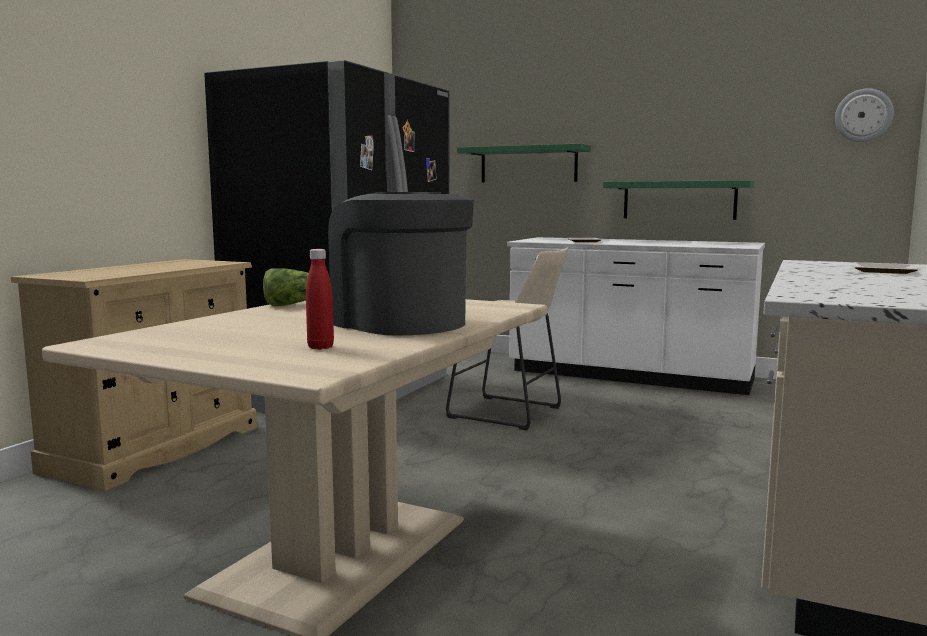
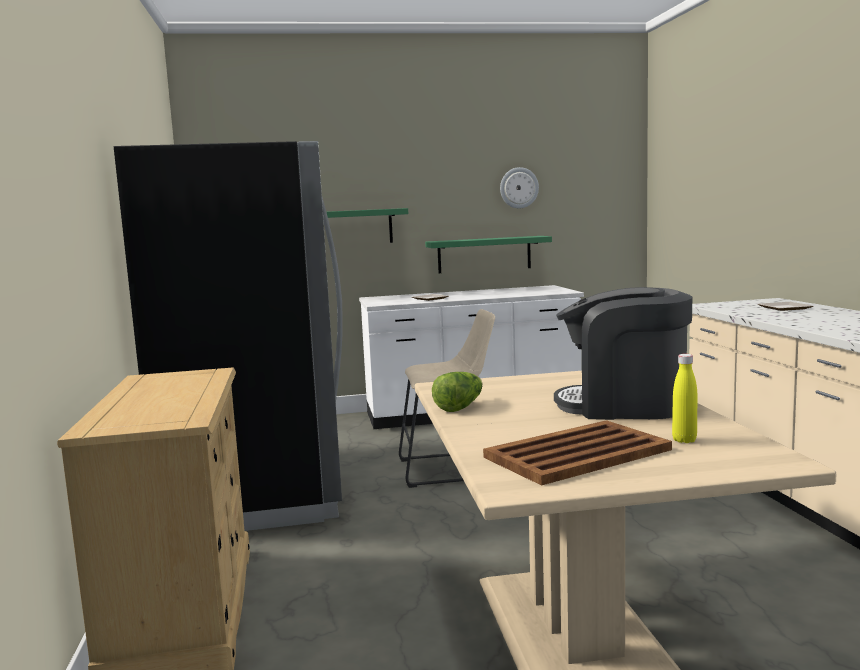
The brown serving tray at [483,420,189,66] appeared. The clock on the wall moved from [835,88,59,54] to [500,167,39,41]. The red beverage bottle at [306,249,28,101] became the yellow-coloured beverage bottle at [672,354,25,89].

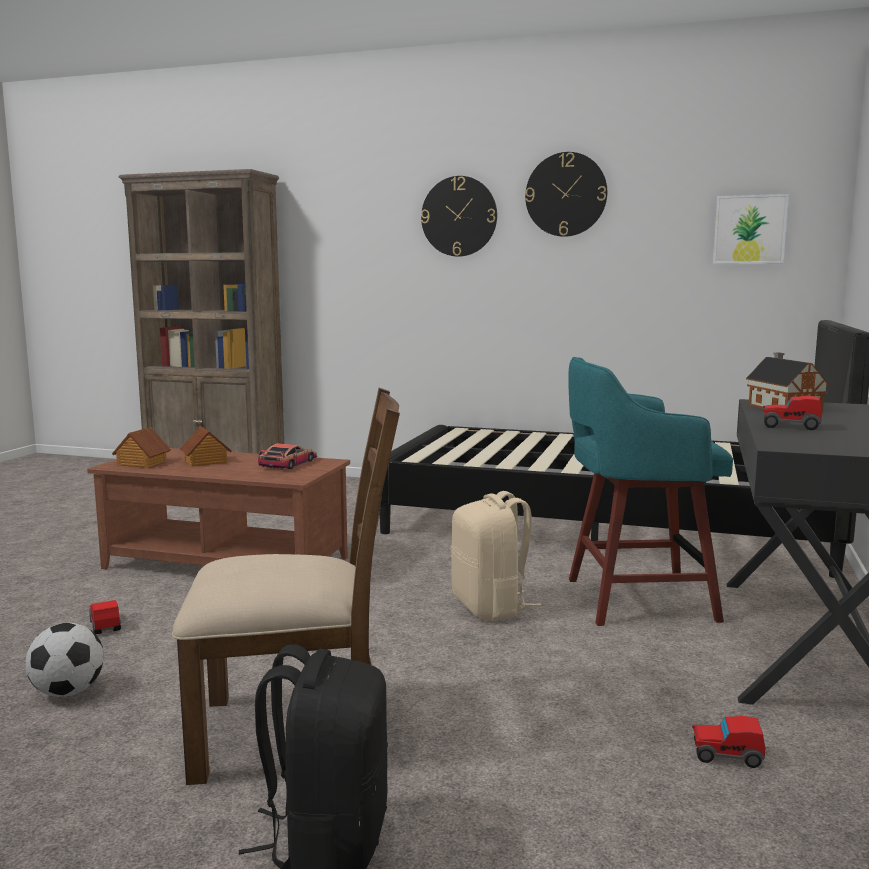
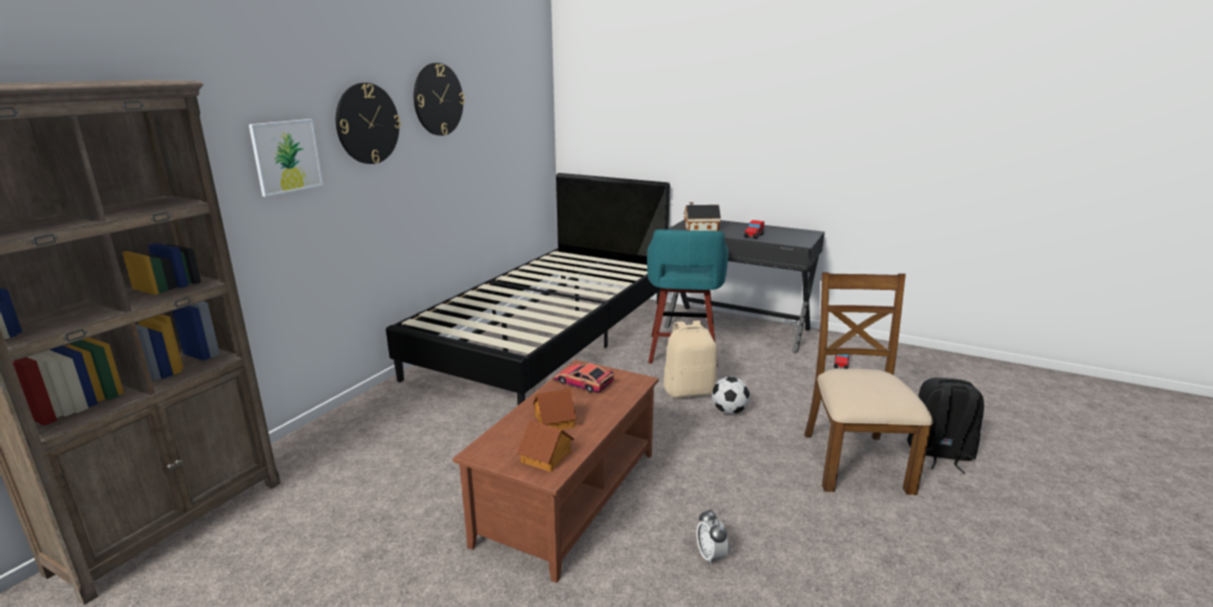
The wall art moved from [713,194,76,70] to [249,119,74,78]. The miniature car at [89,600,32,34] was replaced by the bedside clock at [696,510,33,55]. The football moved from [25,623,79,74] to [712,377,38,37].

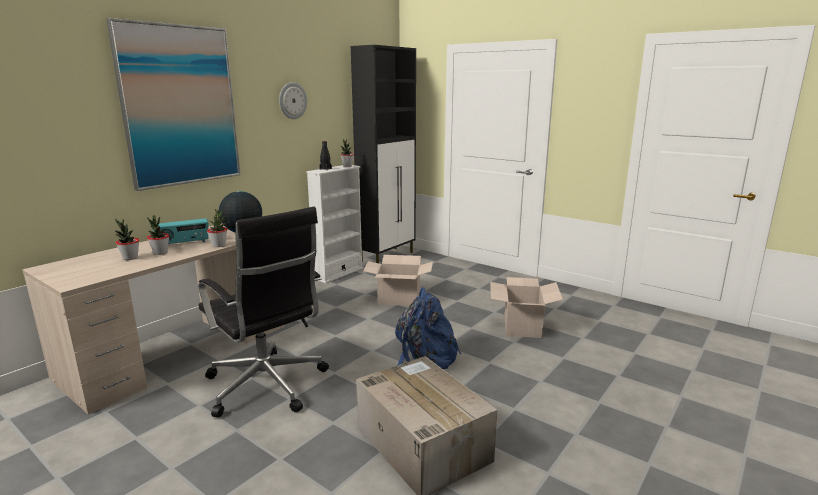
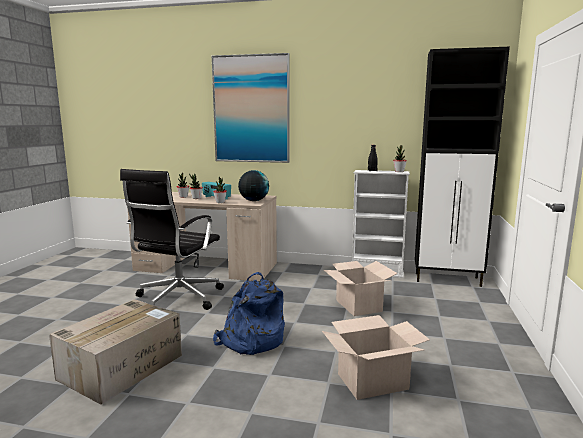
The clock on the wall at [279,82,28,37] disappeared.

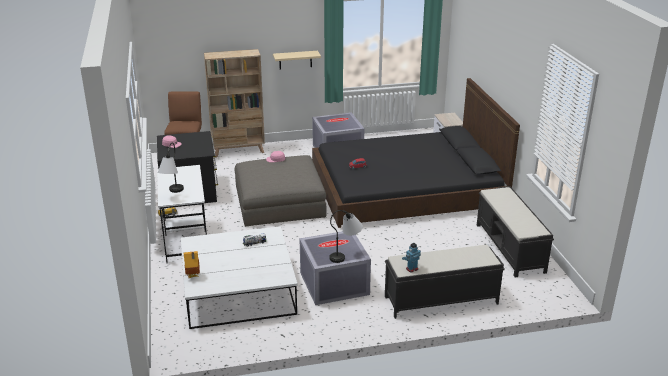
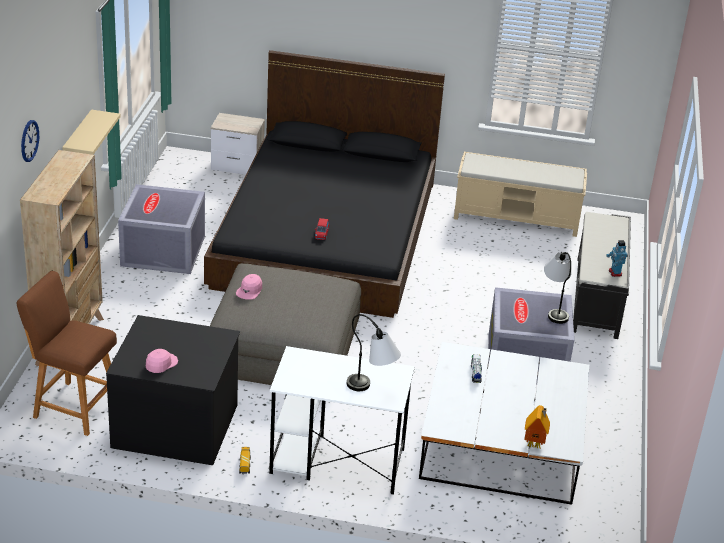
The clock on the wall at [21,120,18,42] appeared. The blackish indoor bench at [477,186,77,92] became the beige indoor bench at [454,152,133,85].

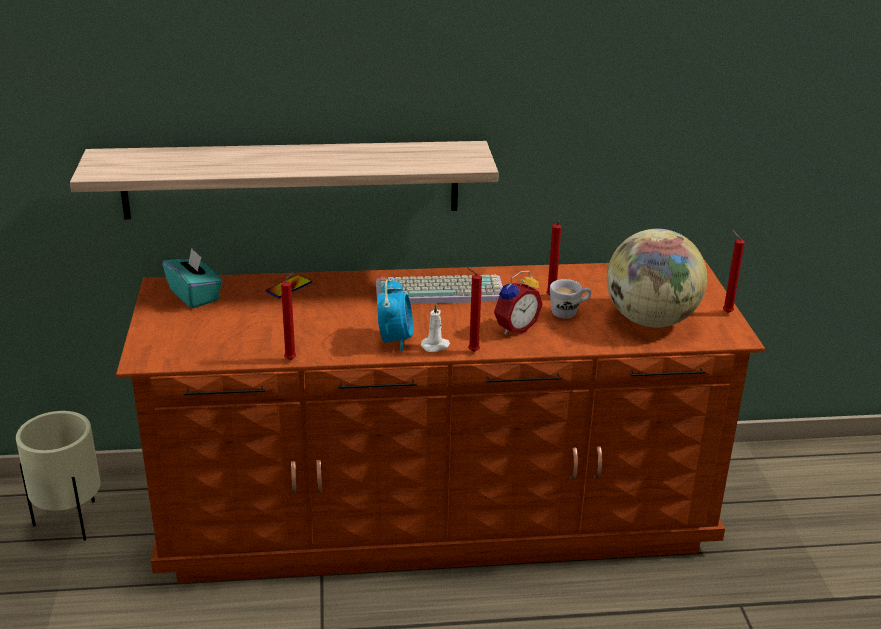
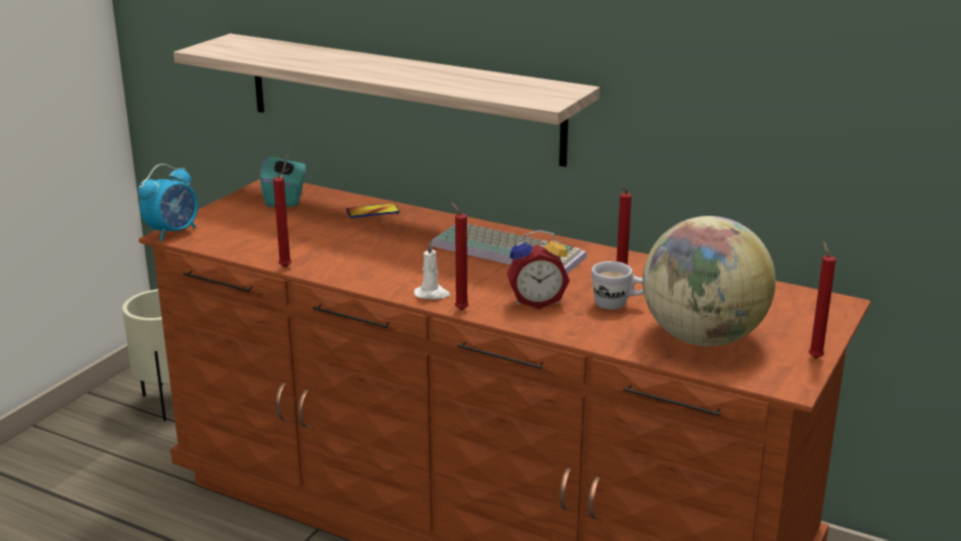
The bedside clock moved from [377,278,36,74] to [138,164,60,78].

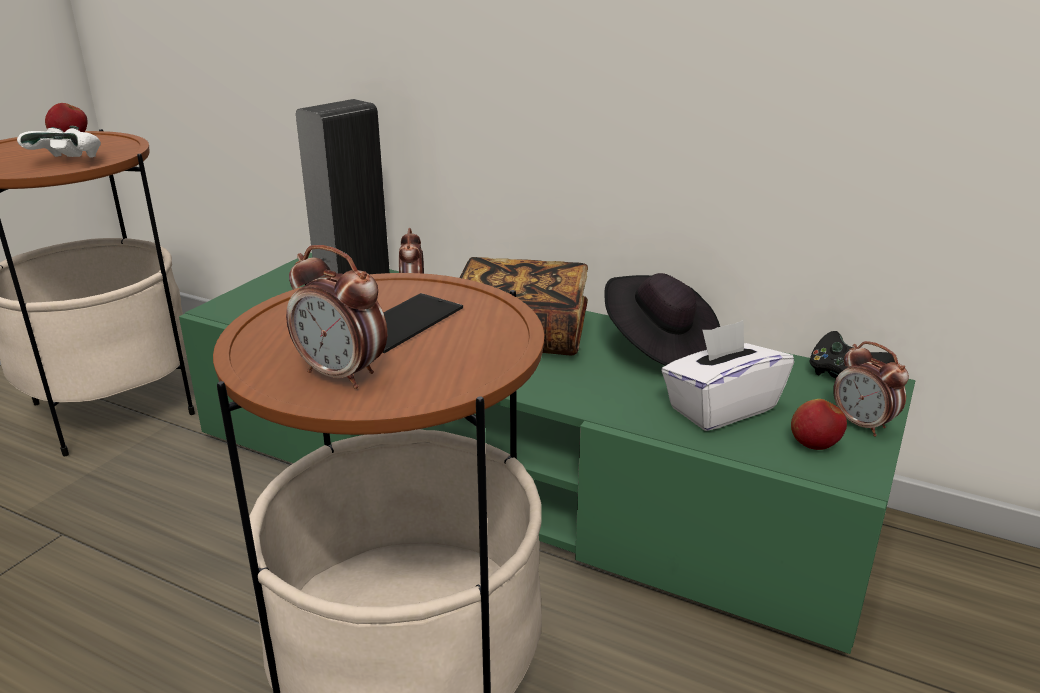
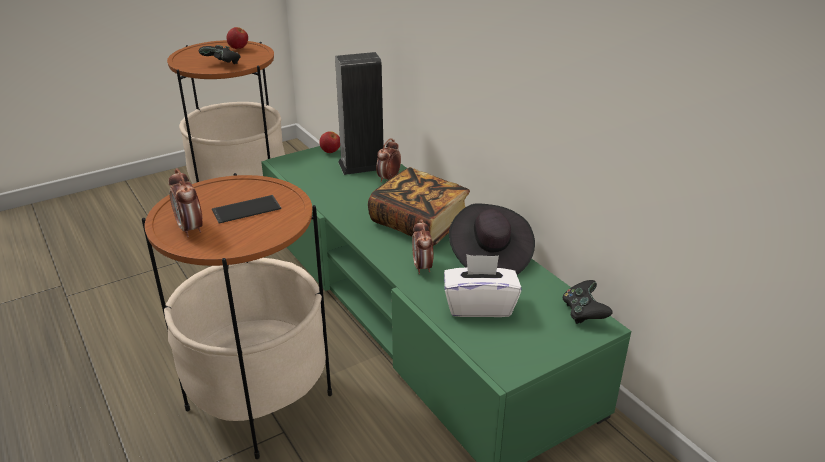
The white-coloured game controller at [17,126,84,32] became the blackish game controller at [199,45,42,19]. The whole apple moved from [791,399,56,51] to [319,131,21,22]. The bedside clock moved from [833,341,76,96] to [412,219,21,56].

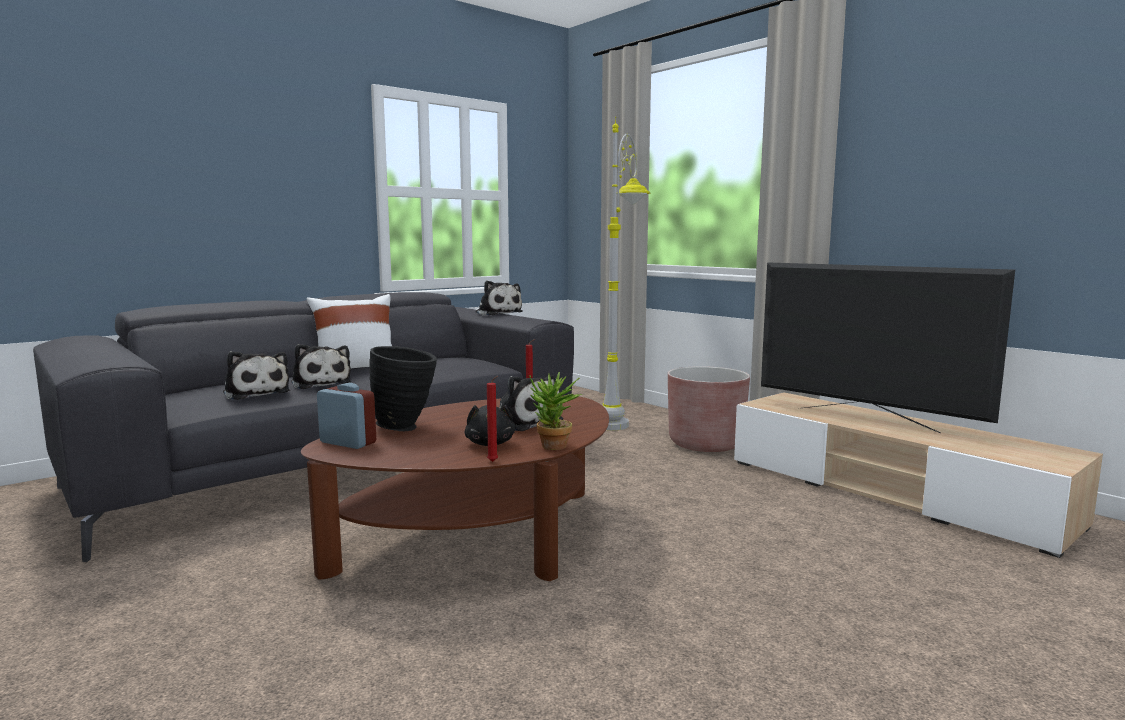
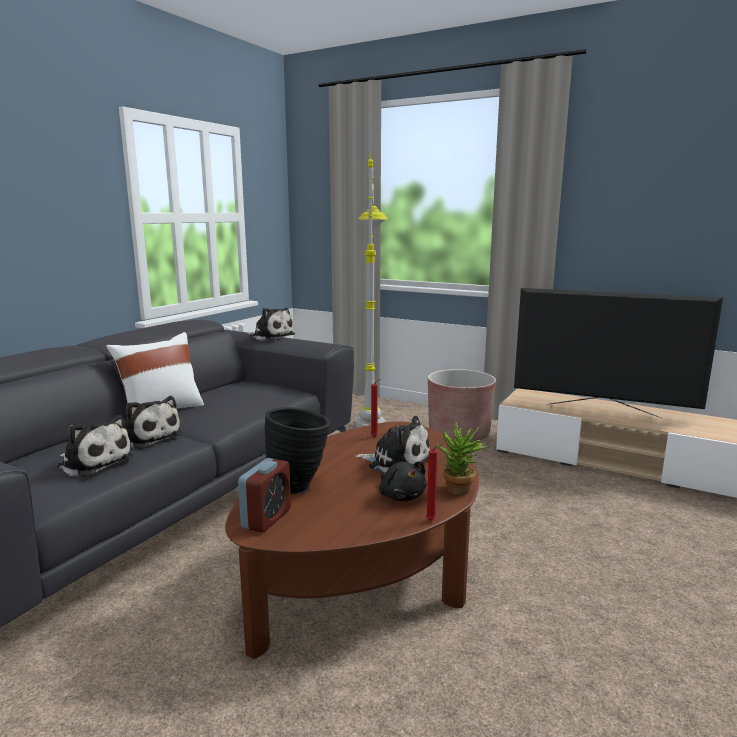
The bedside clock at [317,383,59,66] turned 105 degrees clockwise.

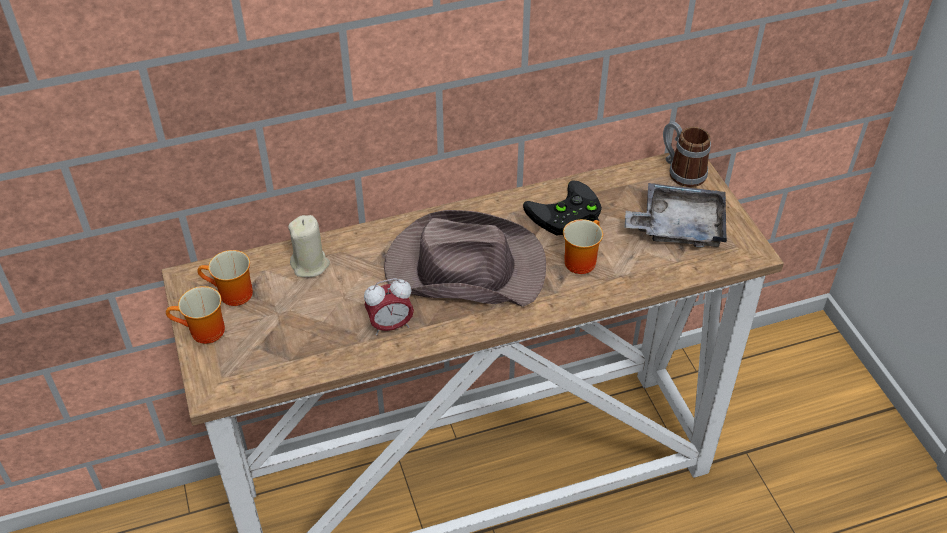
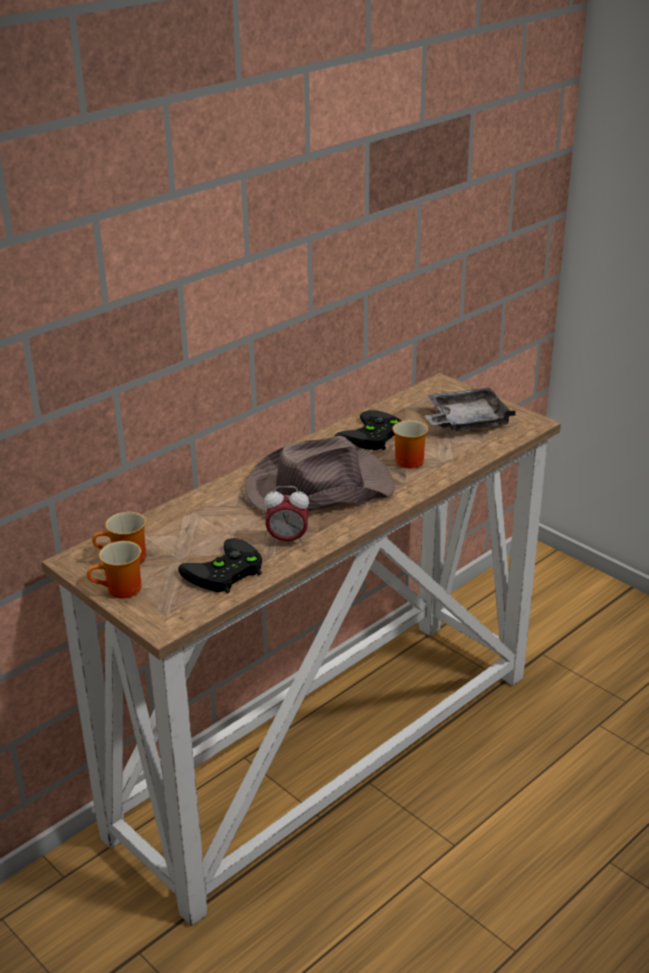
The blackish game controller at [178,538,84,55] appeared. The bedside clock at [364,278,50,57] turned 45 degrees clockwise. The beige wax candle at [288,215,42,62] disappeared. The coffee mug at [663,122,48,65] disappeared.

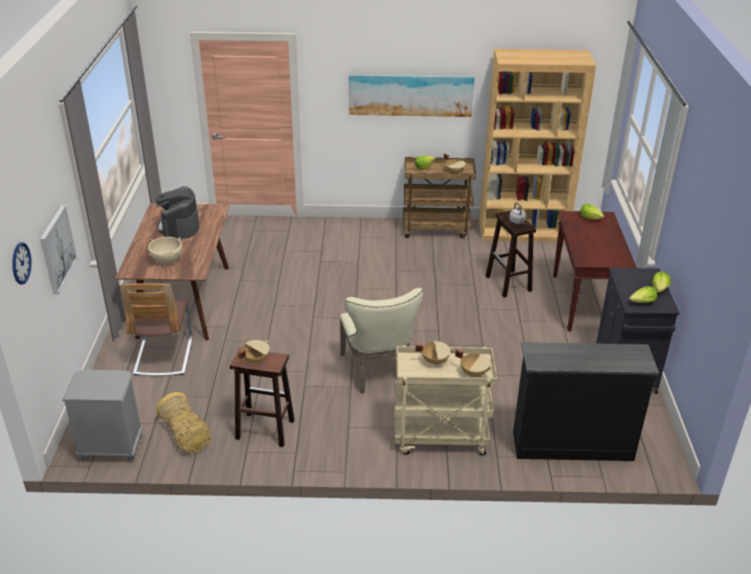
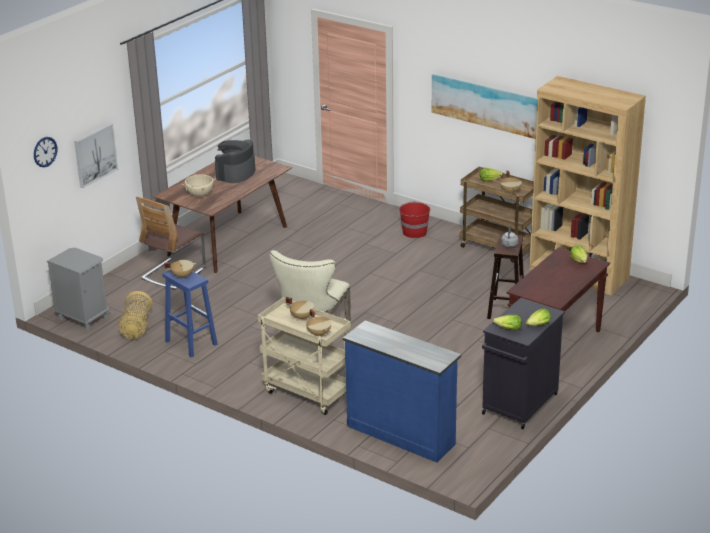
The brown sitting stool at [230,347,65,100] became the bluish sitting stool at [163,270,54,88]. The blackish dresser at [513,342,146,119] became the bluish dresser at [343,320,118,143]. The red pail at [398,201,32,37] appeared.

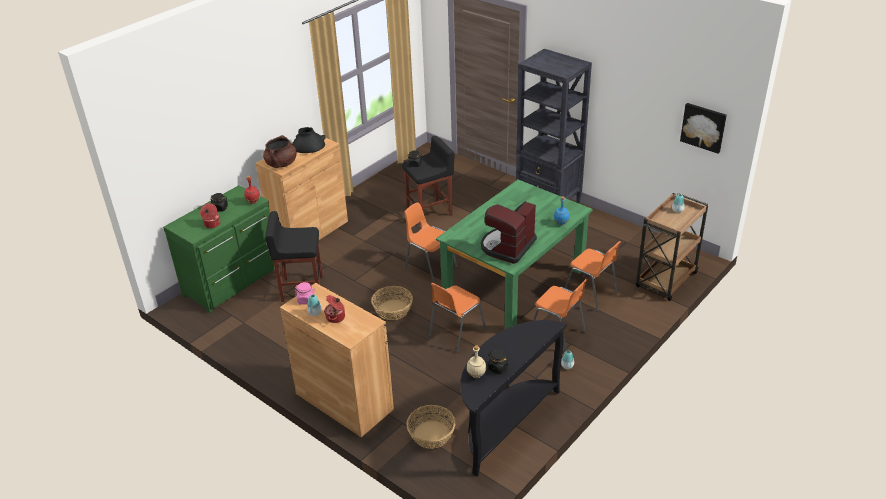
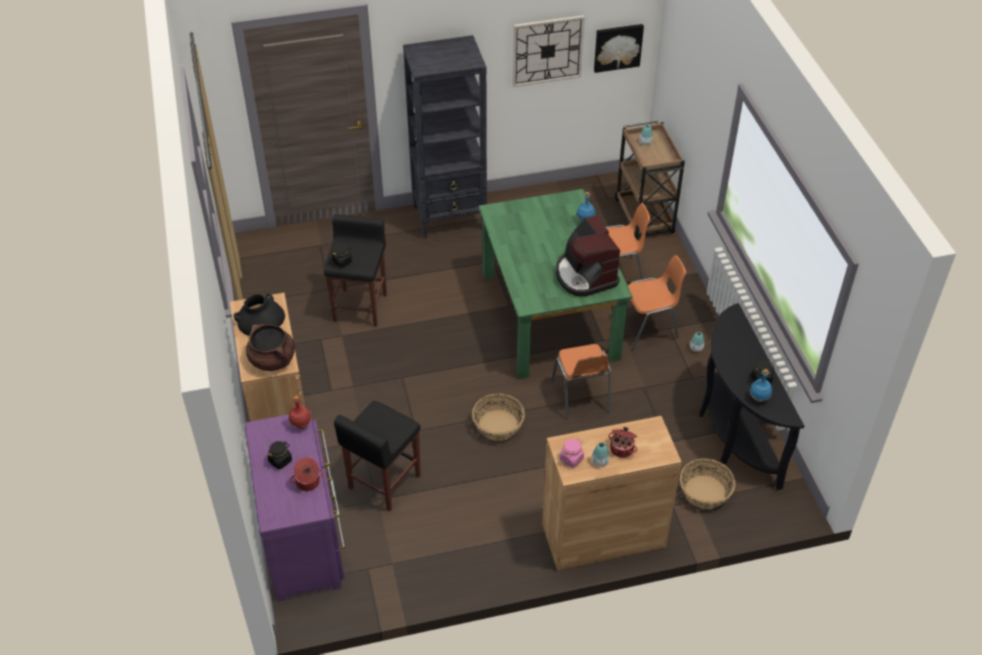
The green-coloured dresser at [163,185,117,128] became the purplish dresser at [244,411,101,191]. The clock on the wall at [513,15,72,72] appeared. The beige beverage bottle at [467,345,19,33] became the bluish beverage bottle at [750,369,22,33]. The orangey plain chair at [404,202,54,81] disappeared.

